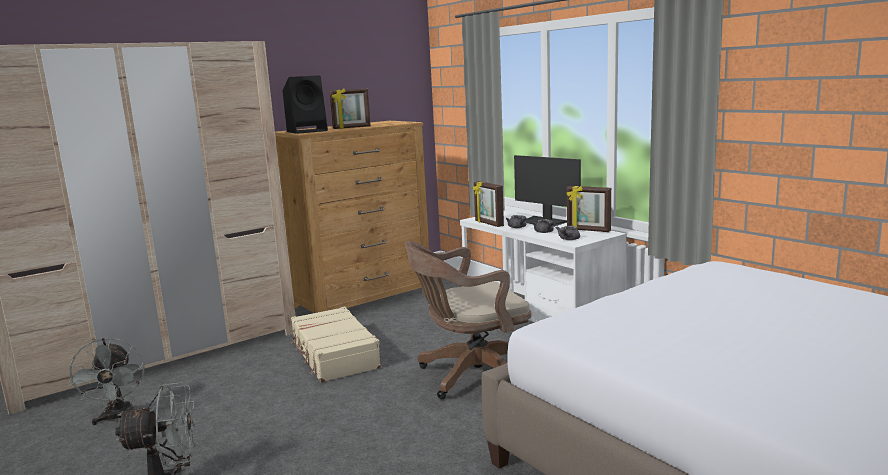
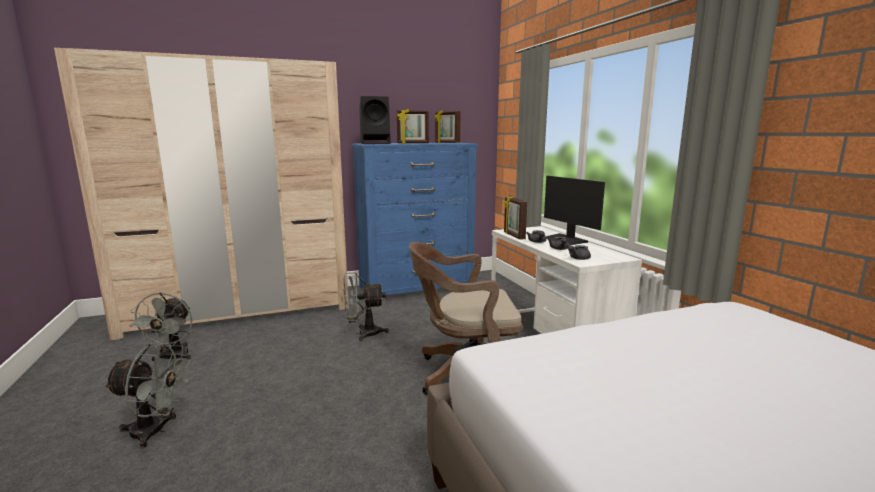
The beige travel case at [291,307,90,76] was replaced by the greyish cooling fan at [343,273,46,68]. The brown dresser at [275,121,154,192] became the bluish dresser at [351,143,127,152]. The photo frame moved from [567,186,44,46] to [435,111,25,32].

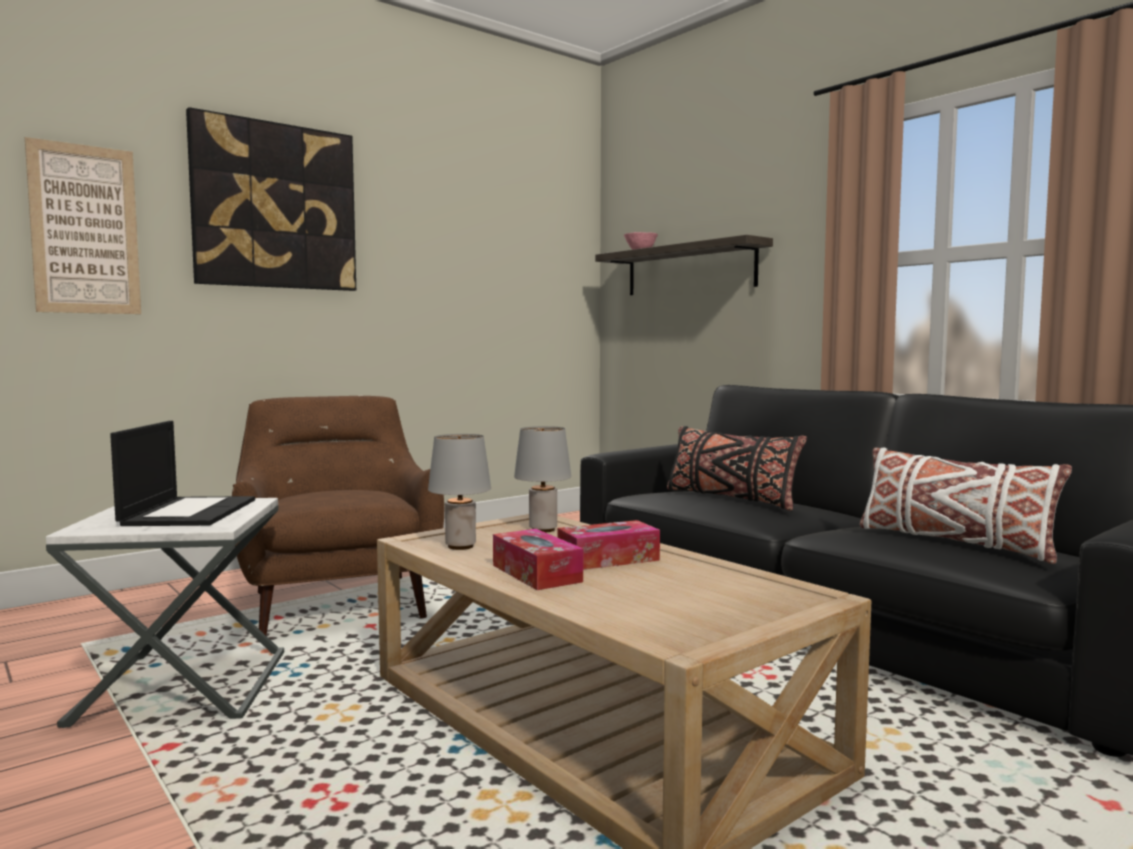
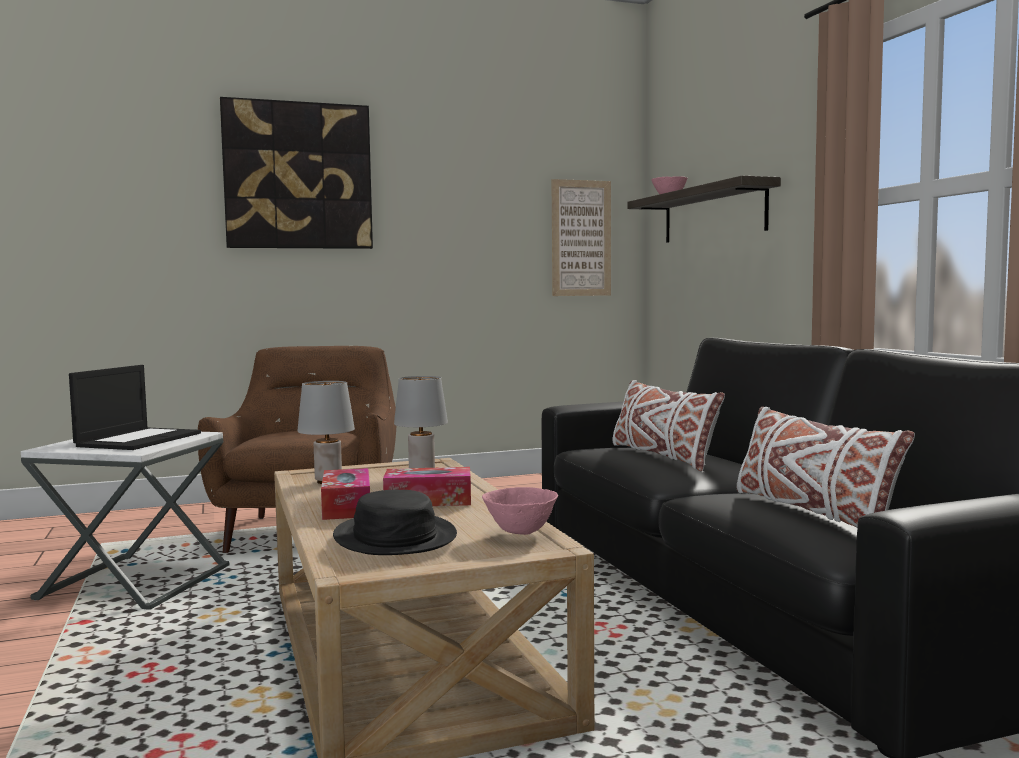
The blackish hat at [333,490,124,65] appeared. The pinkish bowl at [482,487,76,48] appeared. The wall art moved from [25,137,116,177] to [551,179,60,117]. The blackish cushion at [667,426,140,85] became the white-coloured cushion at [612,380,113,91].

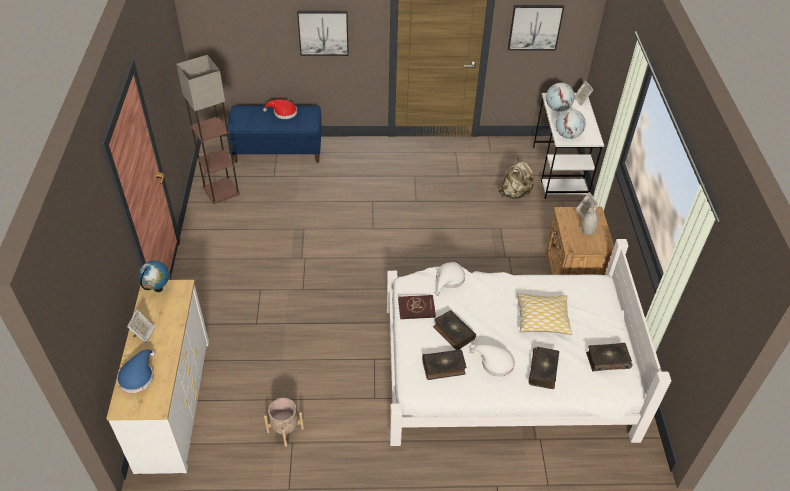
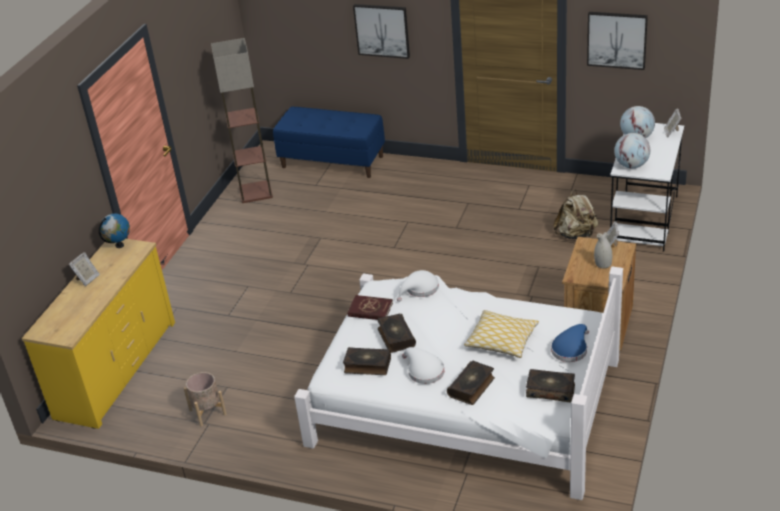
The white-coloured dresser at [106,280,103,194] became the yellow-coloured dresser at [22,239,153,190]. The bluish hat moved from [117,349,38,44] to [551,324,38,38]. The red hat at [263,99,34,20] disappeared.

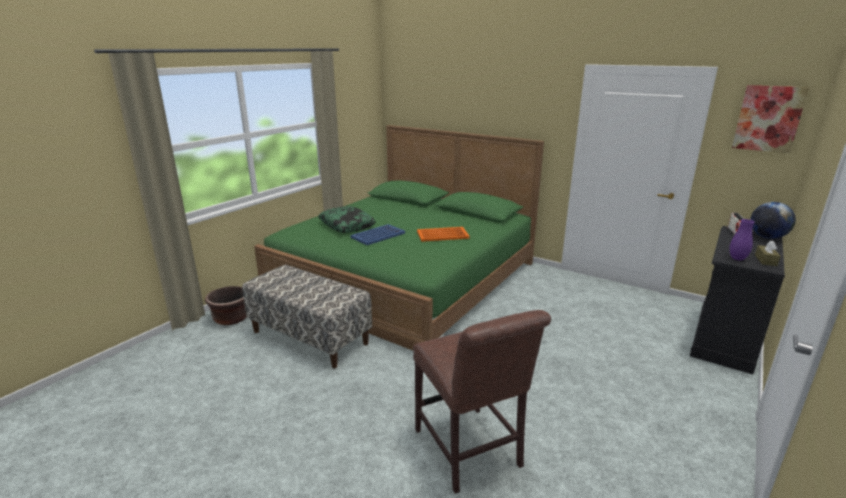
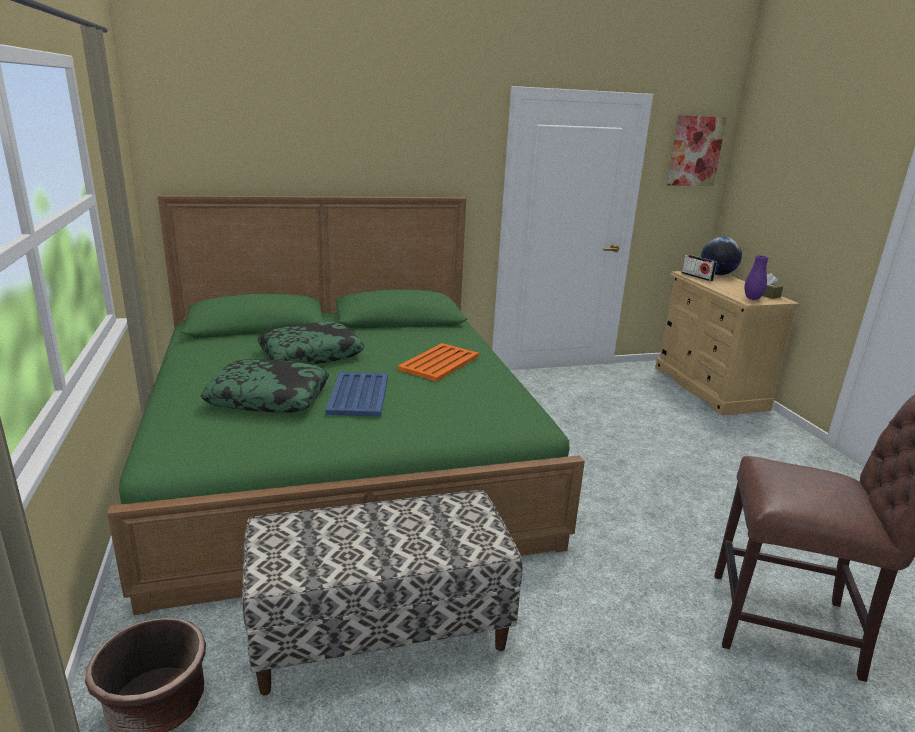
The cushion at [257,322,108,43] appeared. The blackish dresser at [690,226,95,148] became the beige dresser at [655,271,145,145].

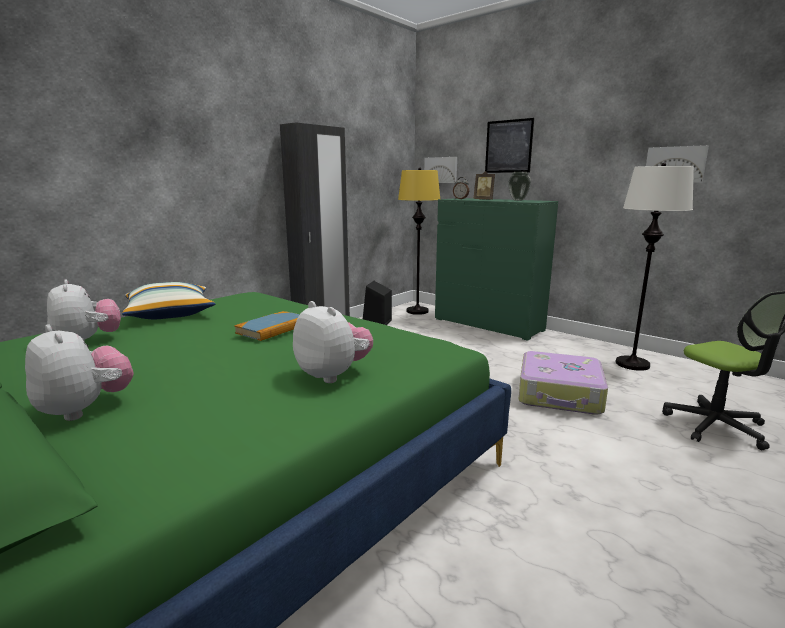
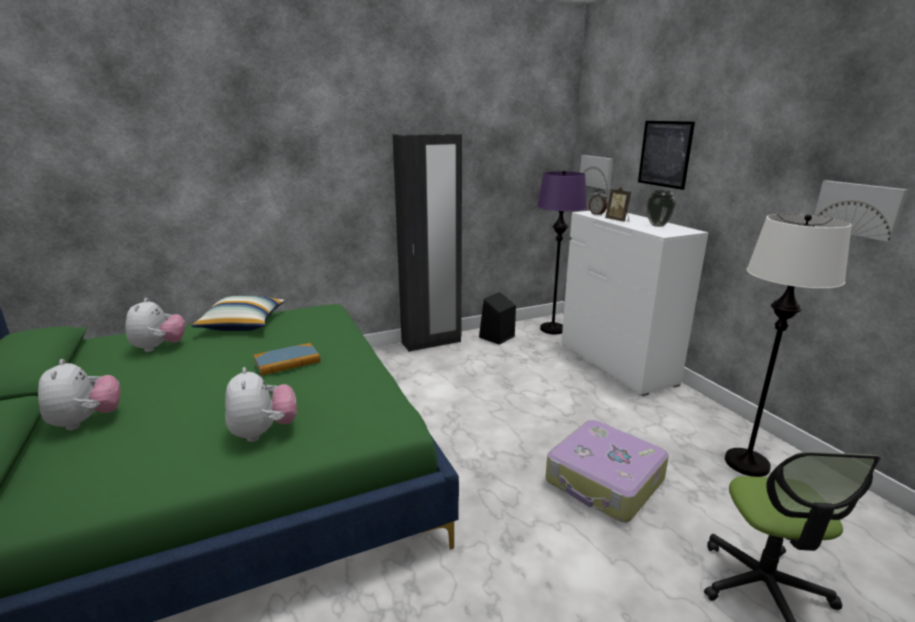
The yellow-coloured standard lamp at [398,168,42,147] became the purplish standard lamp at [537,171,50,163]. The green-coloured dresser at [435,198,123,143] became the white-coloured dresser at [561,209,148,187].

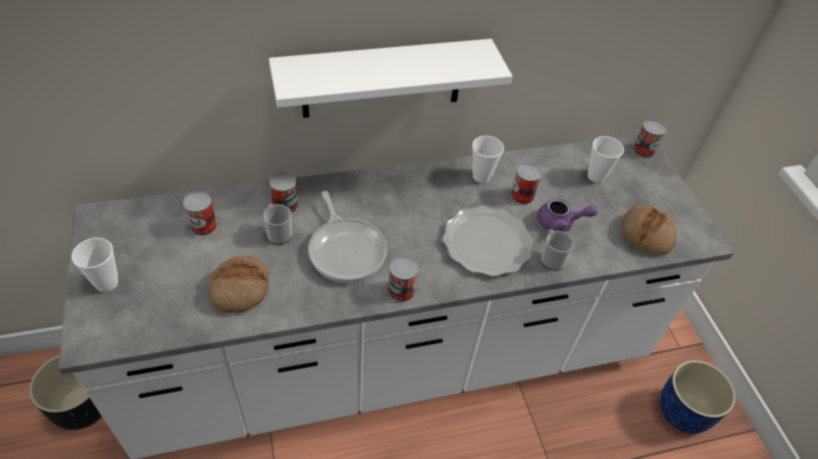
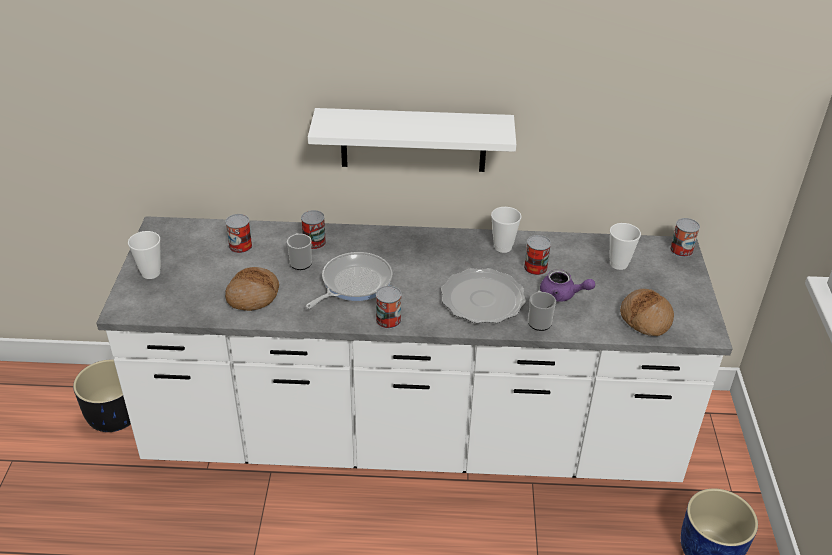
The pan at [308,191,79,92] turned 135 degrees counterclockwise.

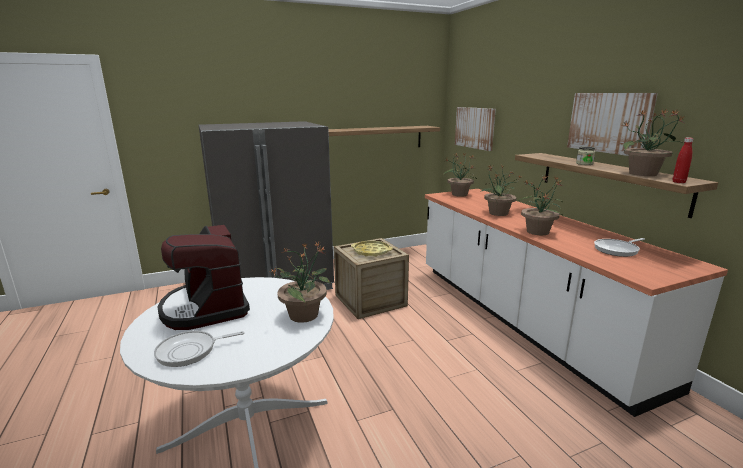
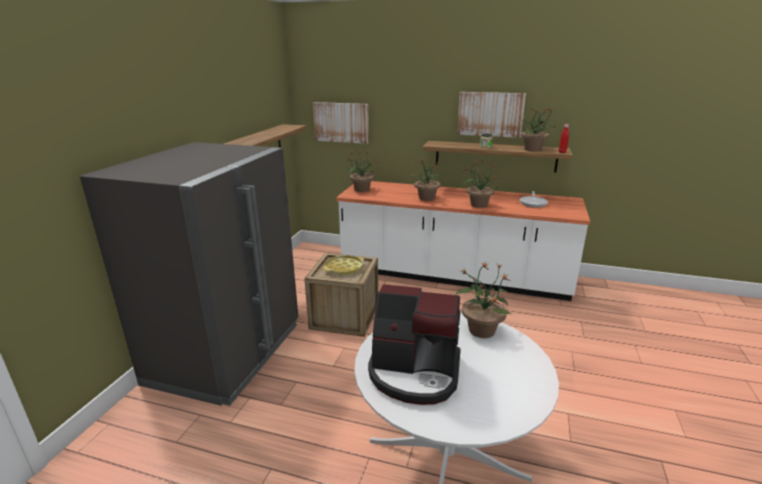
The pan at [154,331,91,36] disappeared.

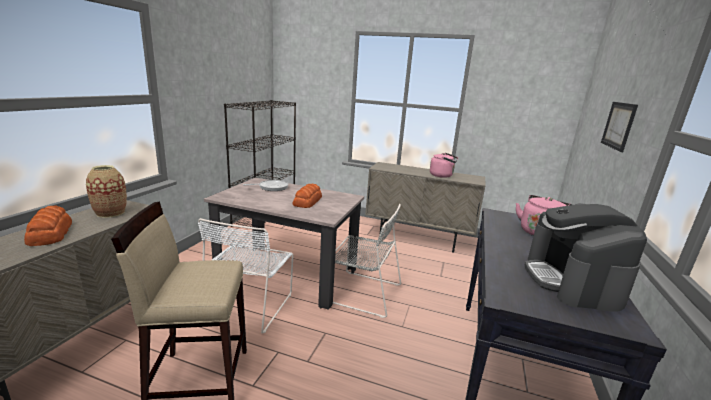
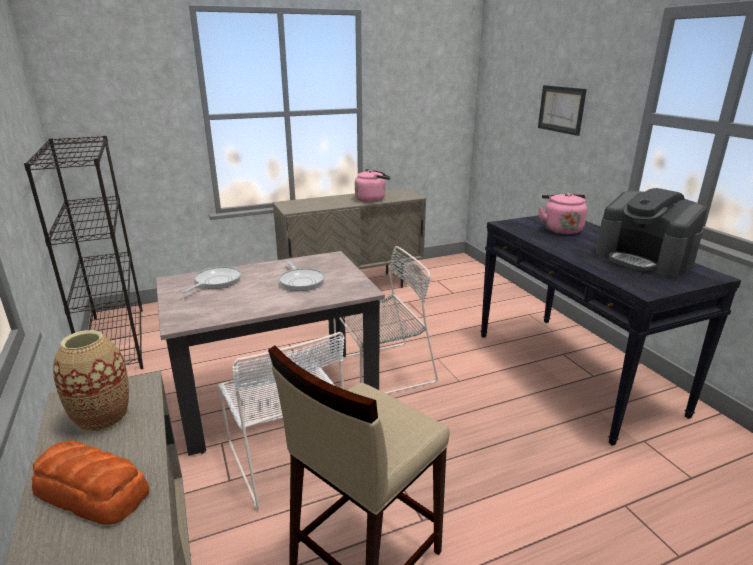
The bakery bread at [293,184,29,24] was replaced by the pan at [279,260,46,31].

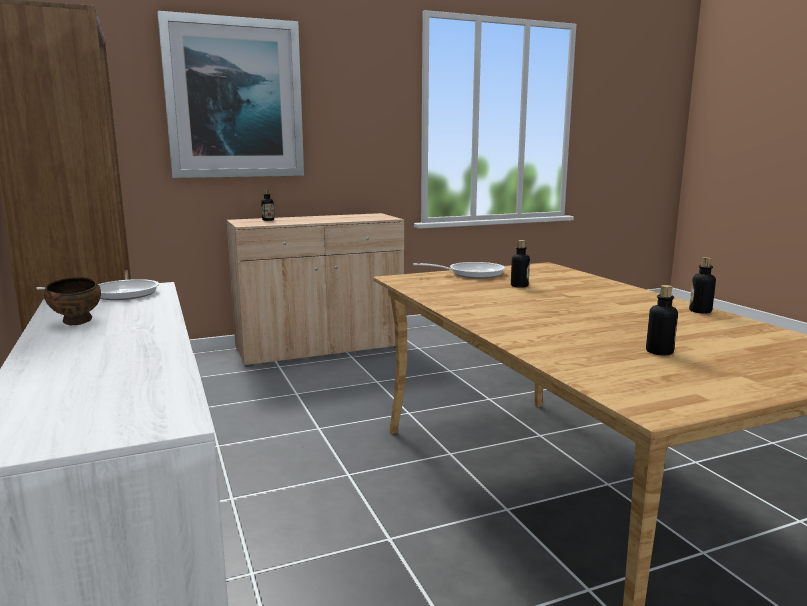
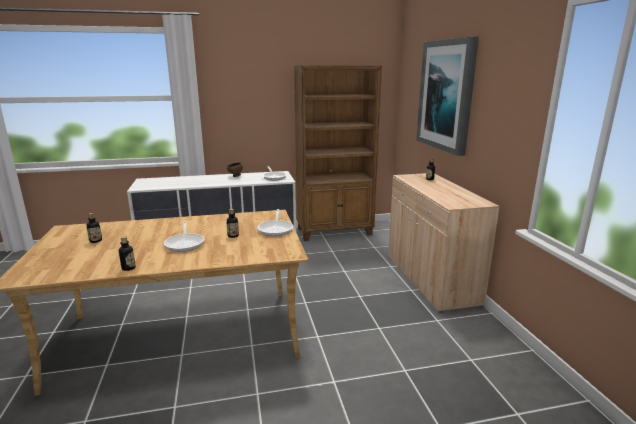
The pan at [164,221,40,31] appeared.

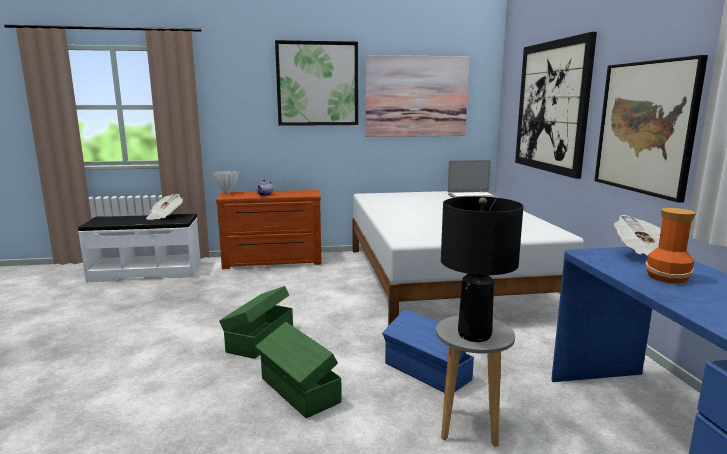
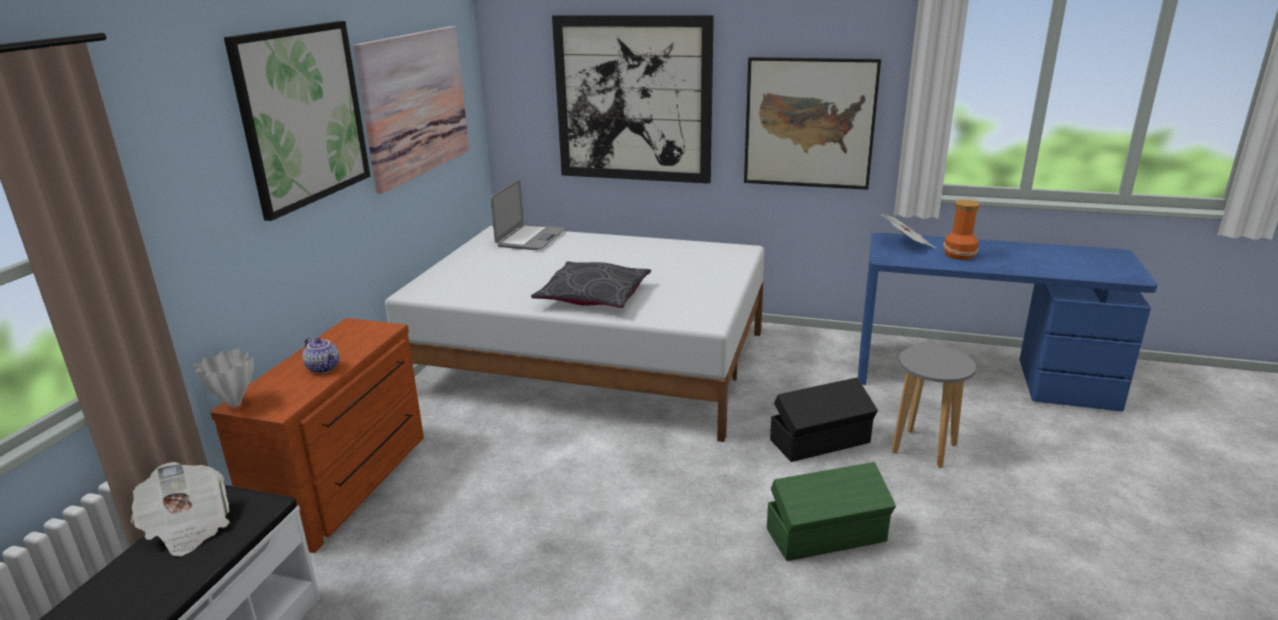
The greyish cushion at [531,262,120,46] appeared. The bluish storage container at [382,309,92,84] became the blackish storage container at [770,378,108,84]. The green-coloured storage container at [219,286,74,73] disappeared. The blackish lamp for a table at [441,196,82,146] disappeared.

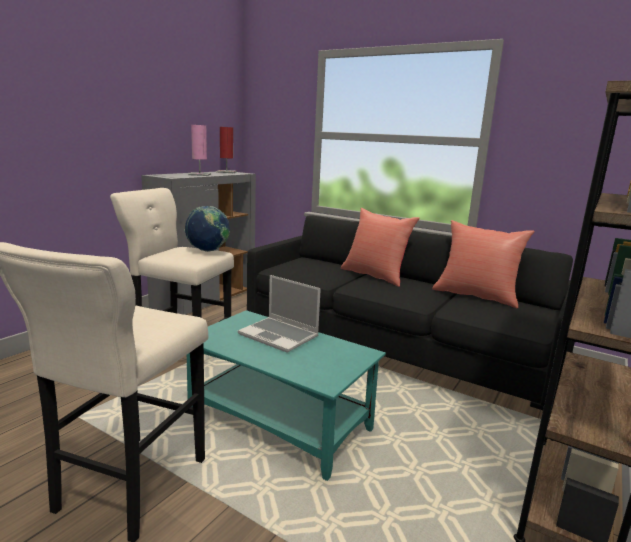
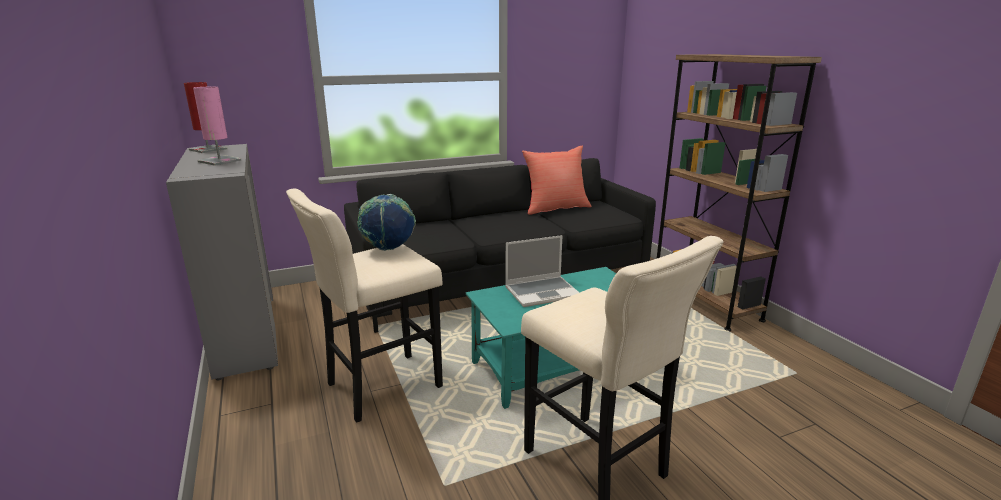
The red cushion at [341,208,79,79] disappeared.

